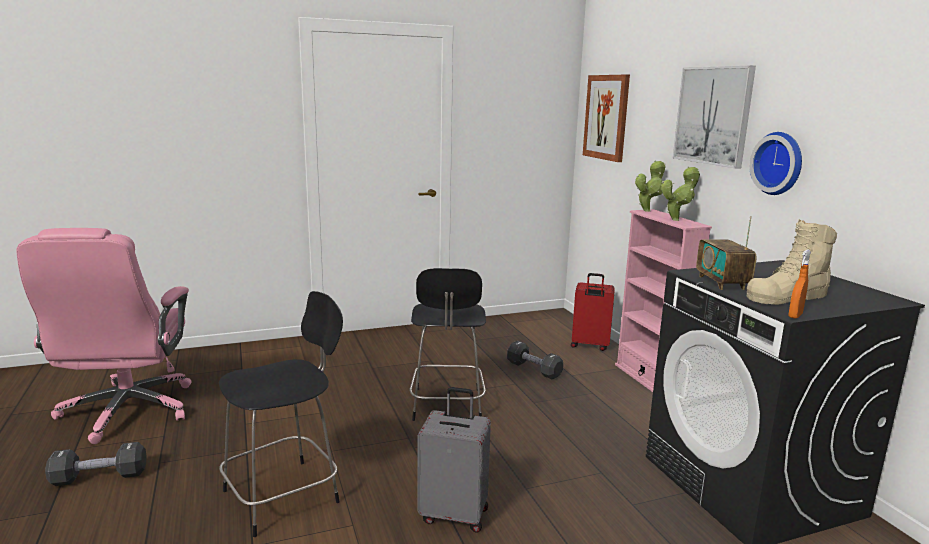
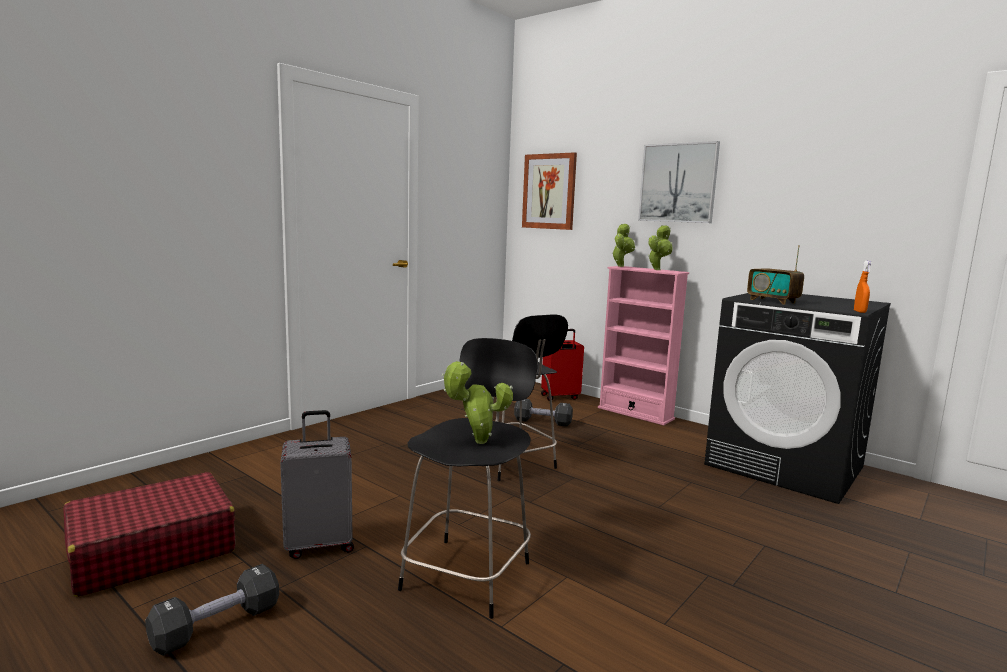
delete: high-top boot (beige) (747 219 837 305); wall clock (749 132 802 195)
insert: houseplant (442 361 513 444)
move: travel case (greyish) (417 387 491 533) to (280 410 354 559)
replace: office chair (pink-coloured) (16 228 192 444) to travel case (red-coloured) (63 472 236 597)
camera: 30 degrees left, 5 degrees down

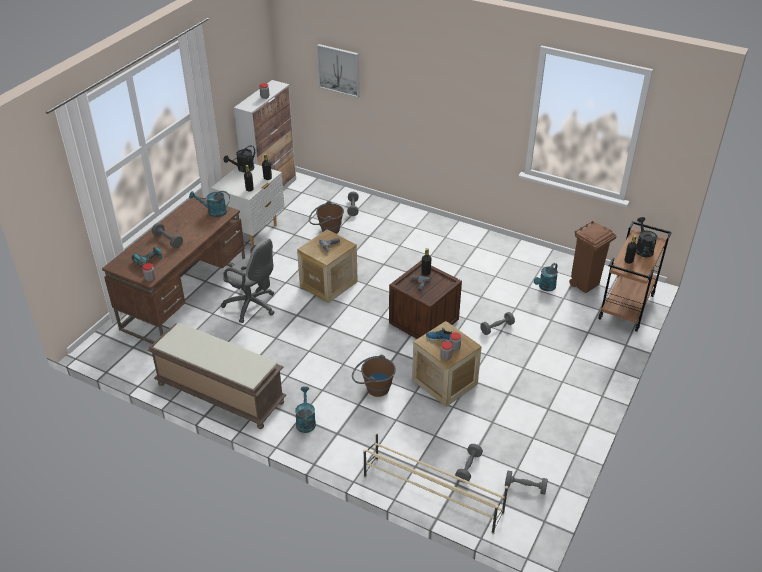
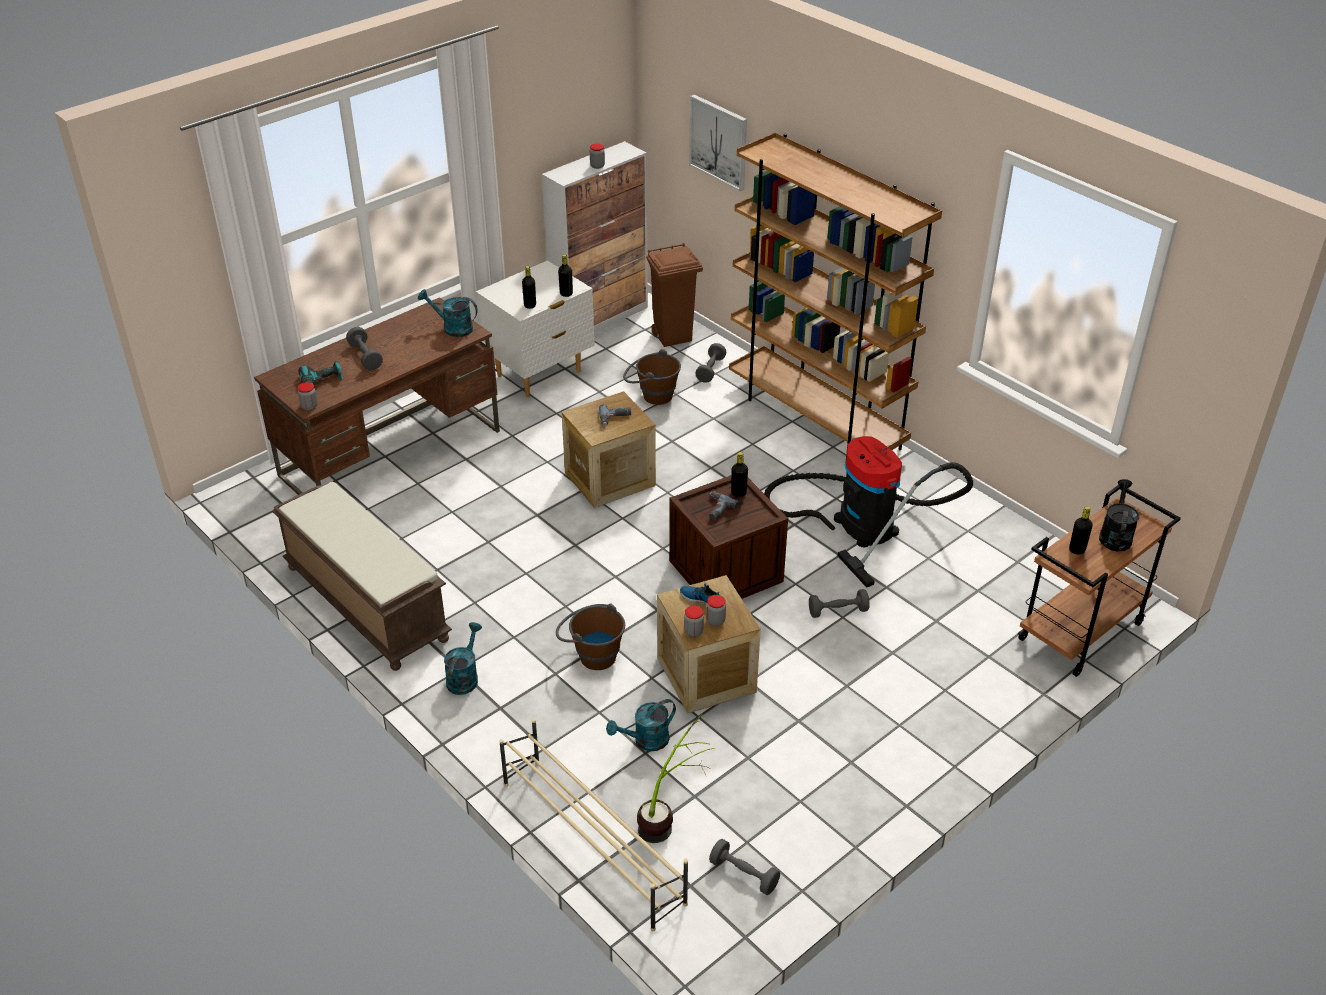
delete: office chair (greyish) (221 238 275 323); watering can (black) (224 145 255 172)
insert: shelving unit (brown-coloured) (729 133 942 456); hoover (764 436 973 588)
move: watering can (turquoise-coloured) (534 263 558 291) to (606 699 676 751); waste bin (brown-coloured) (569 220 616 293) to (646 243 703 347)
replace: dumbbell (greyish) (455 444 483 483) to houseplant (637 713 715 843)
camera: 20 degrees right, 0 degrees up

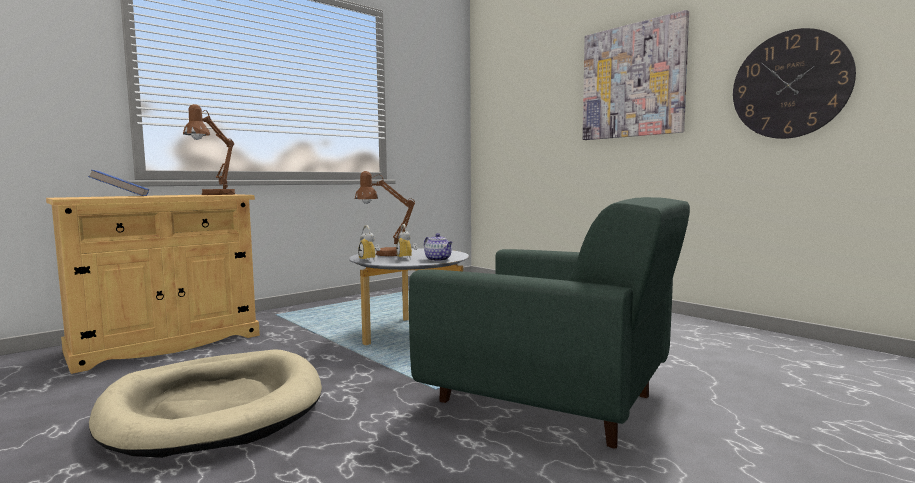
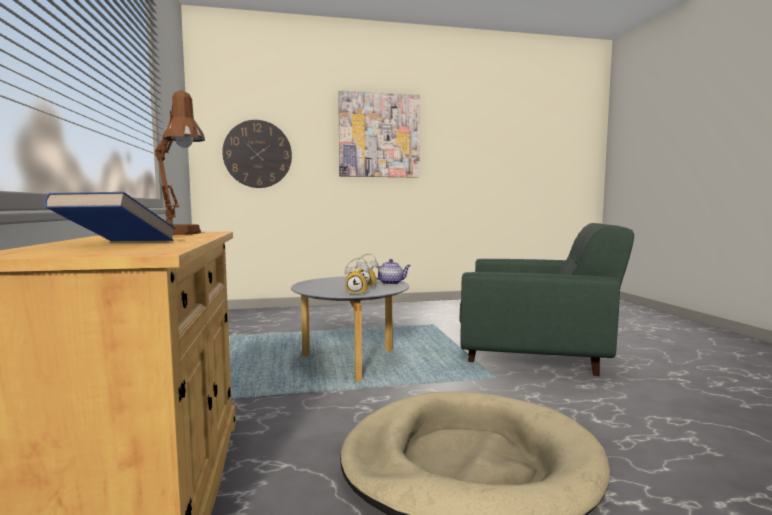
delete: lamp for a table (brown-coloured) (355 171 415 256)
move: wall clock (733 28 856 139) to (222 120 292 188)
rotate: lounge chair (green) (409 197 690 448) = (460 223 634 376) 45 degrees clockwise
camera: 60 degrees left, 0 degrees up

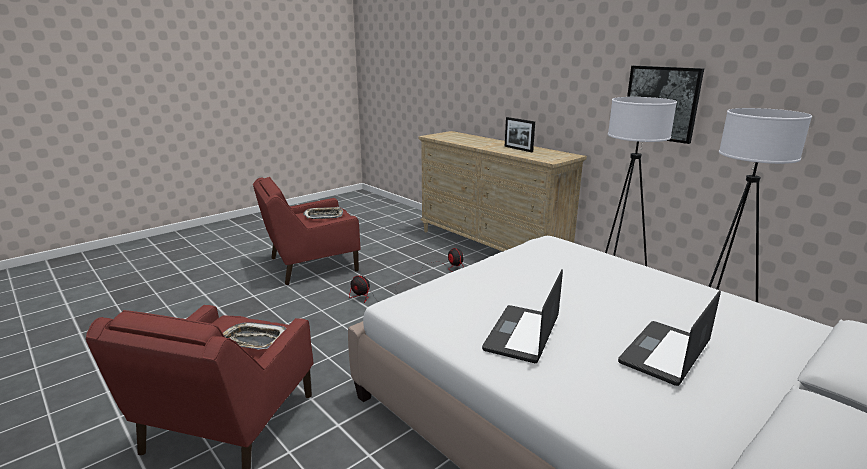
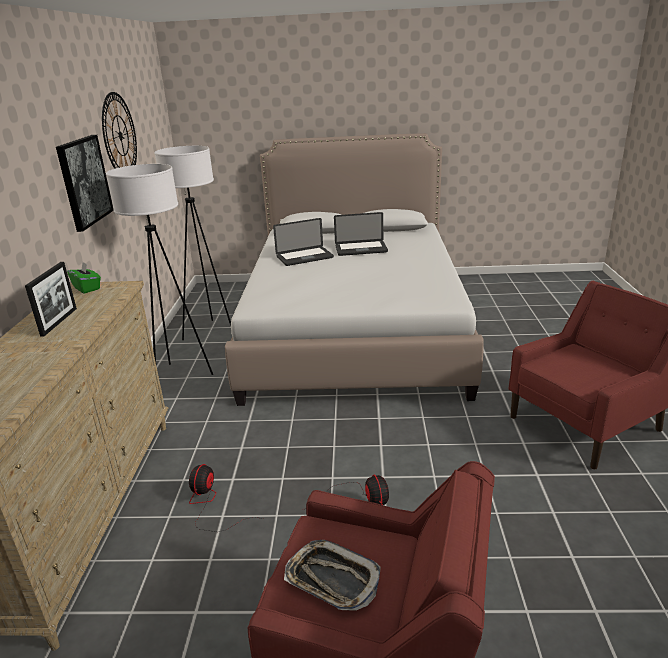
delete: serving tray (223 322 286 350)
insert: tissue holder (green) (67 262 101 294); wall clock (102 92 137 169)
move: notebook computer (482 269 563 363) to (273 218 334 266)
camera: 135 degrees left, 5 degrees up

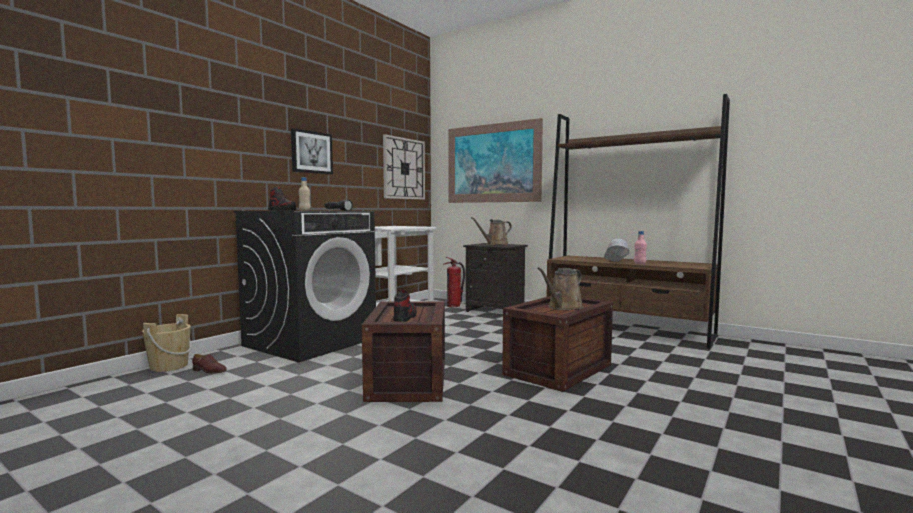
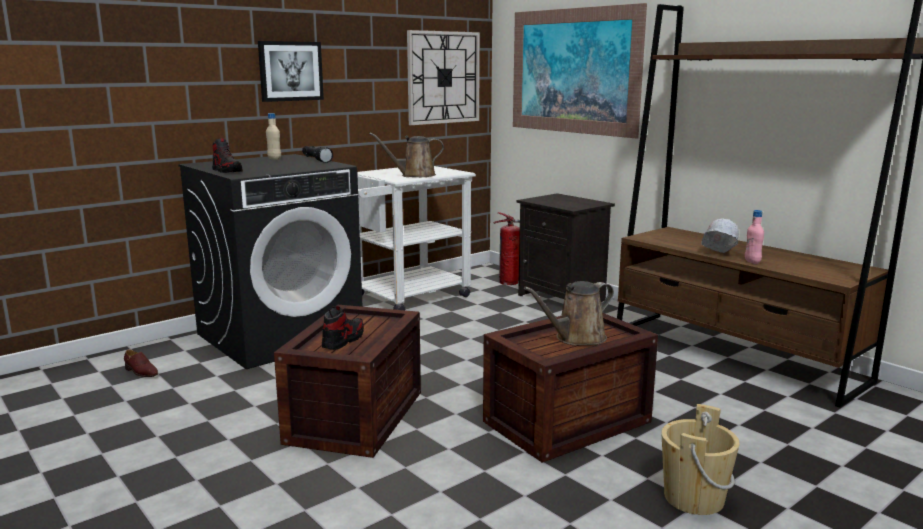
move: watering can (brown-coloured) (471 217 512 245) to (369 133 444 177); pail (beige) (142 314 191 372) to (661 404 740 515)
camera: 15 degrees right, 10 degrees up

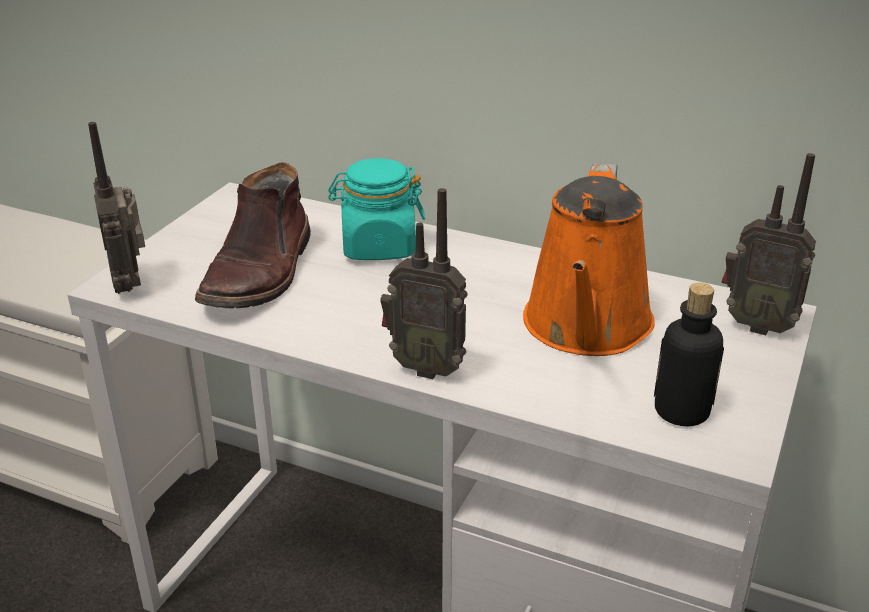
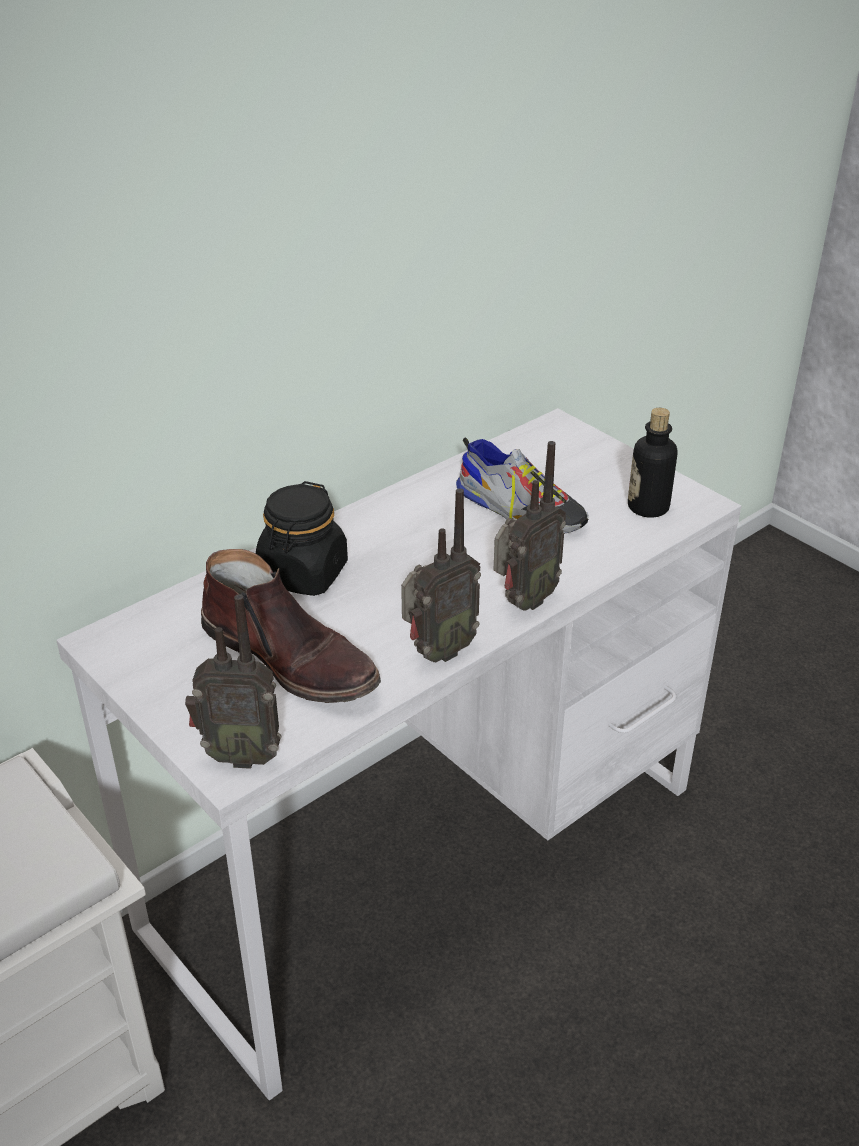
move: radio receiver (722 153 816 335) to (401 488 481 662)
replace: watering can (orange) (523 164 655 356) to shoe (456 437 589 534)
recolor: preserve jar (turquoise-coloured) (328 158 425 260) to preserve jar (black) (256 481 348 596)
camera: 65 degrees left, 5 degrees up

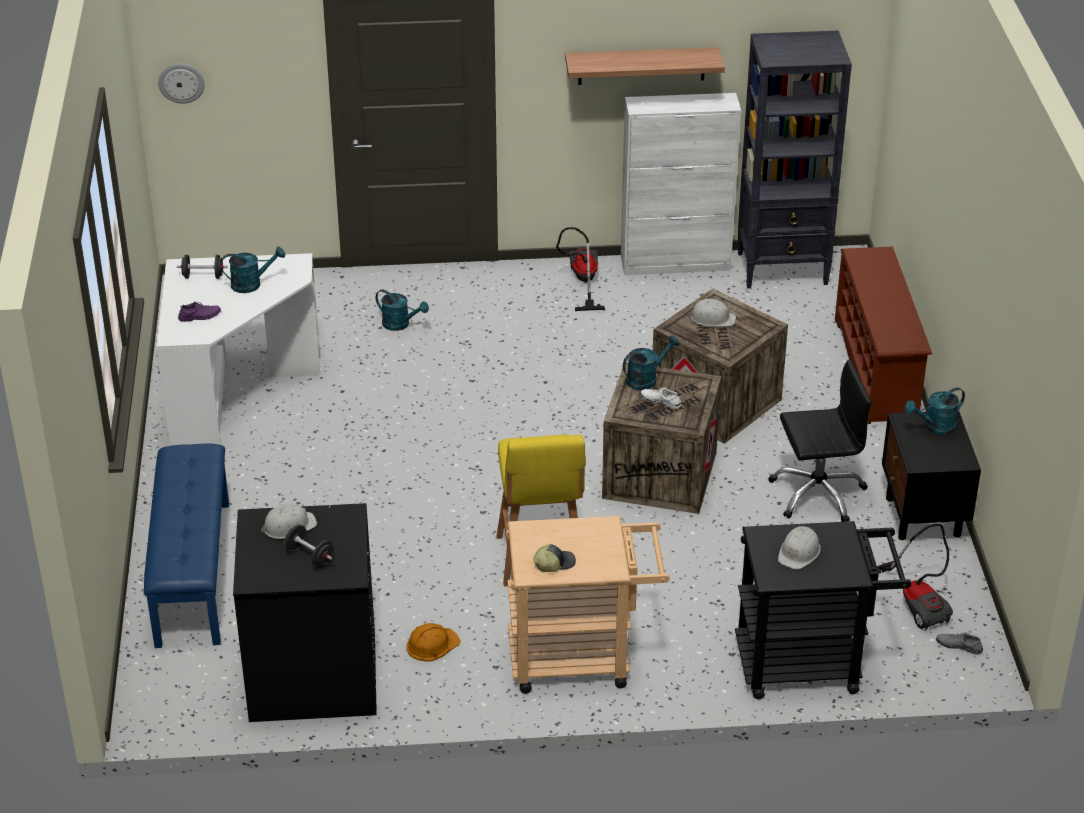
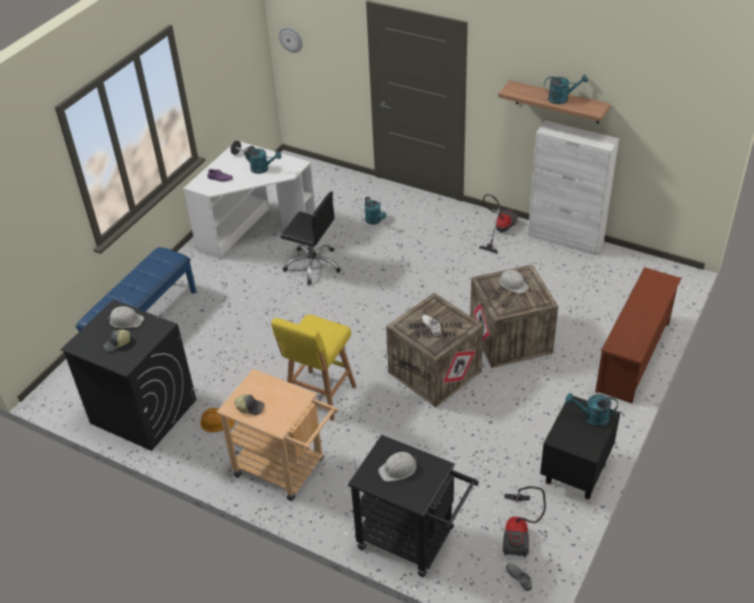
delete: shelving unit (black) (737 30 852 288)
move: office chair (black) (768 360 872 522) to (281 191 341 285); watering can (turquoise-coloured) (623 335 679 390) to (544 74 588 104)
replace: dumbbell (black) (284 525 334 568) to baseball cap (103 329 130 352)
camera: 35 degrees right, 5 degrees up

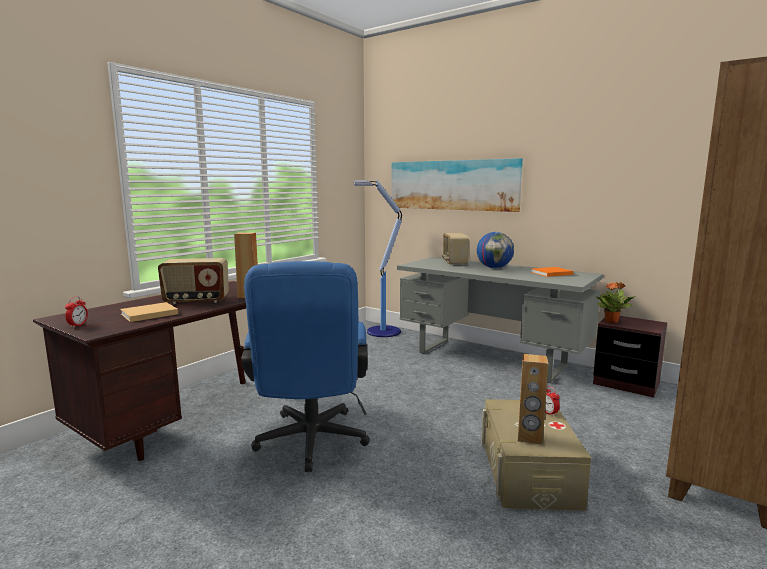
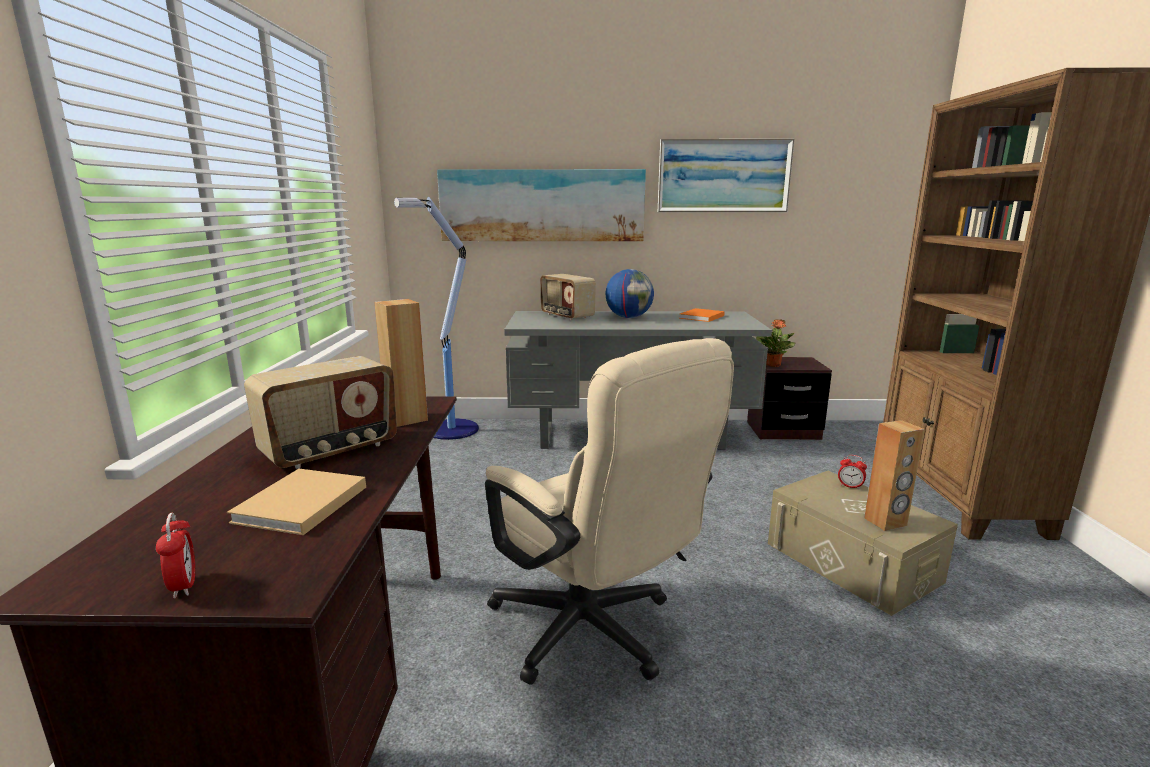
insert: wall picture (658 139 794 212)
recolor: office chair (blue-coloured) (241 261 370 472) to office chair (beige) (485 338 734 685)
camera: 35 degrees left, 5 degrees up

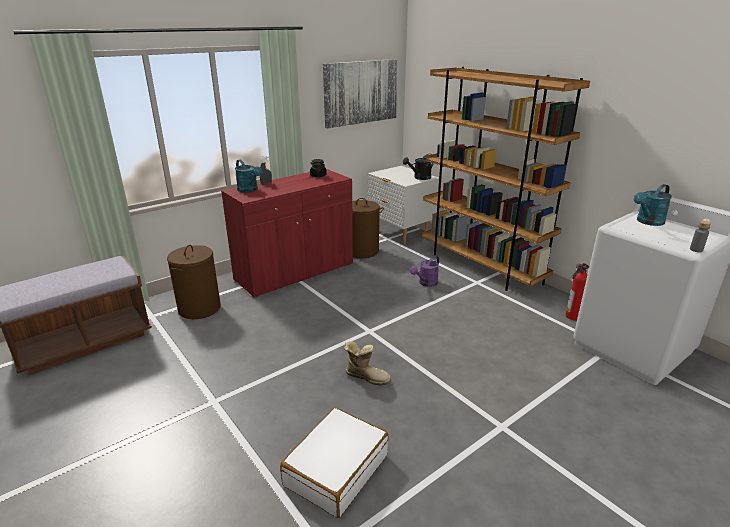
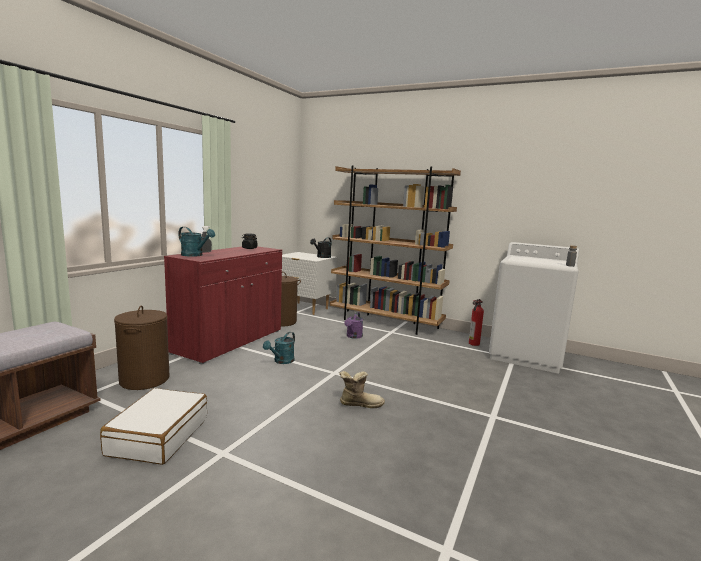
delete: wall picture (323 59 398 128)
move: travel case (white) (280 408 388 518) to (100 388 207 465); watering can (turquoise-coloured) (634 184 672 226) to (263 332 295 364)
camera: 25 degrees left, 15 degrees down

